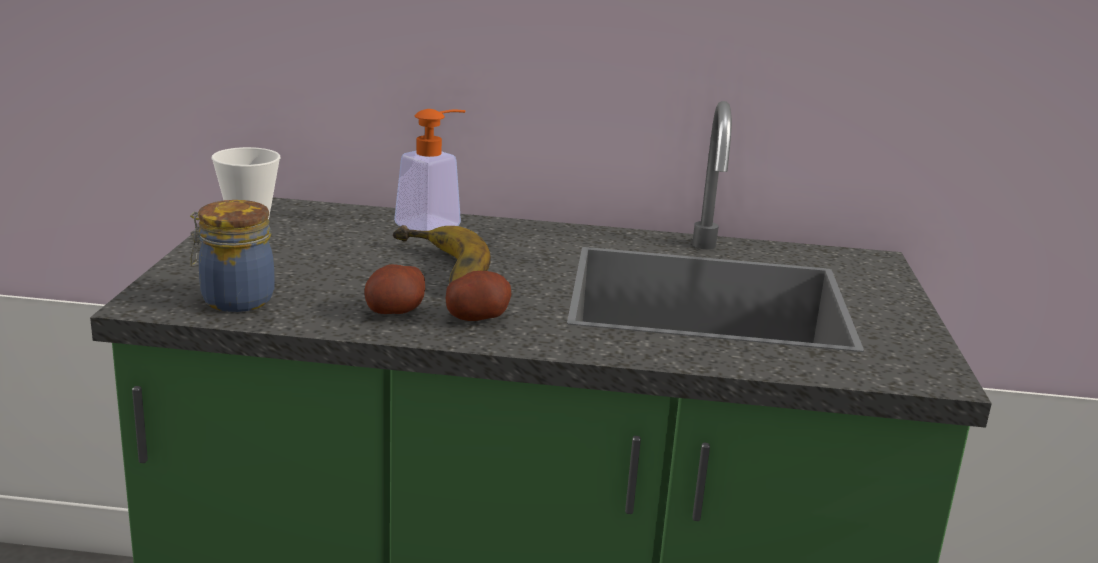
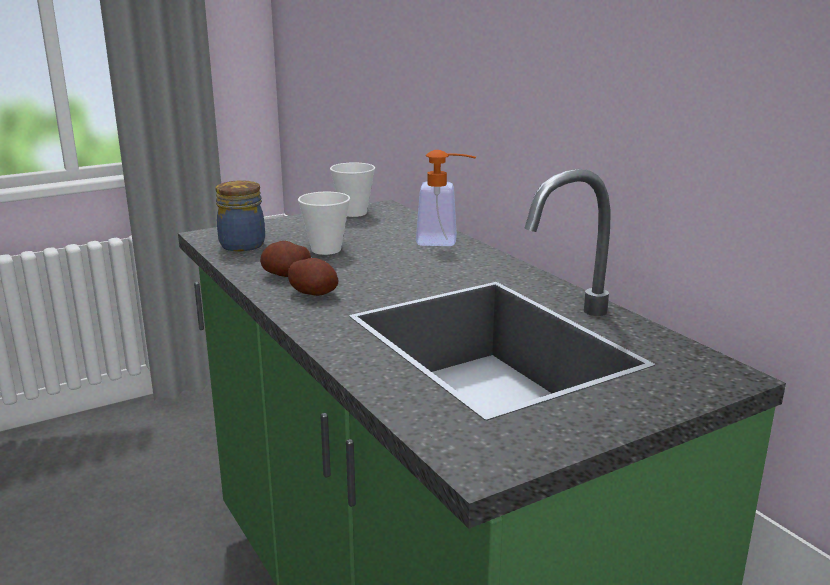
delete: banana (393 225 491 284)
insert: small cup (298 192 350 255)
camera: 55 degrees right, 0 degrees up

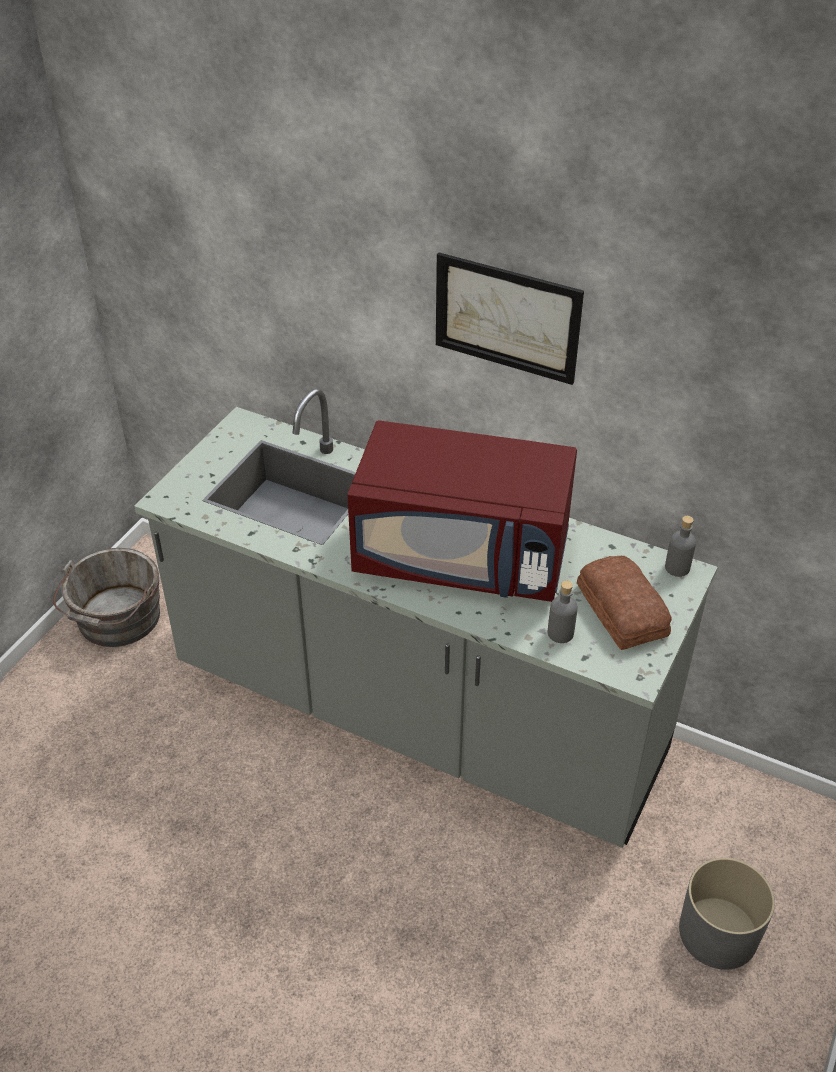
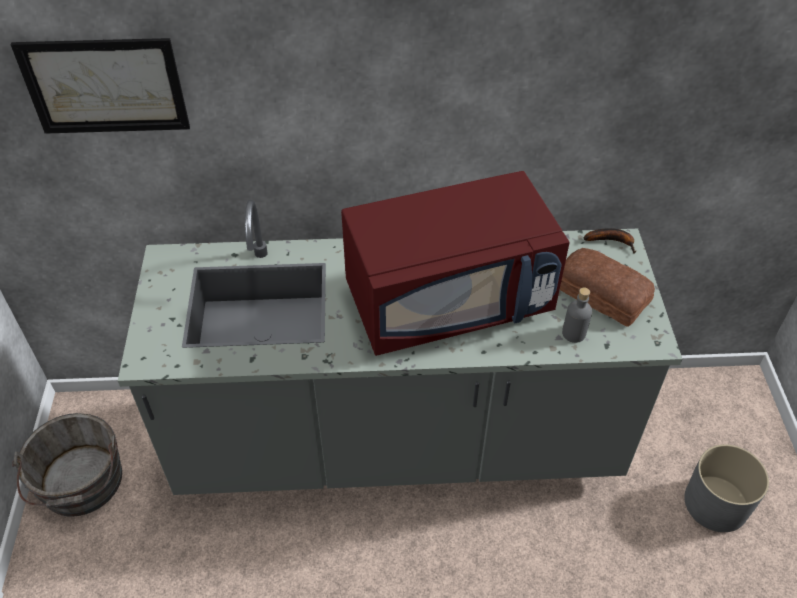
move: wall picture (436 252 584 385) to (11 38 190 134)
replace: beverage bottle (greyish) (665 516 696 577) to banana (584 228 636 254)
camera: 30 degrees left, 5 degrees up

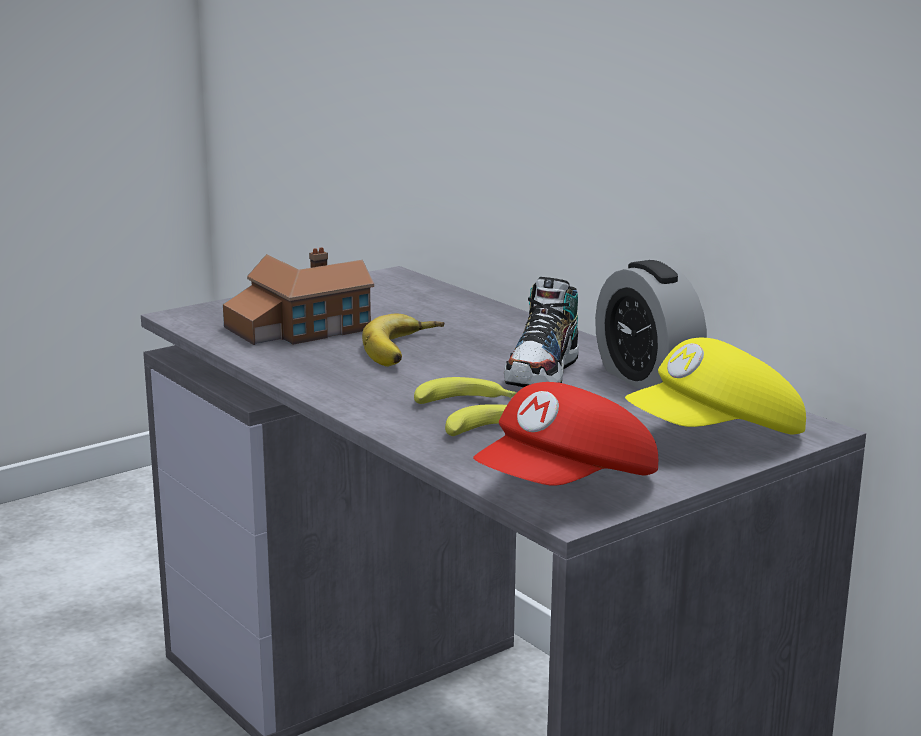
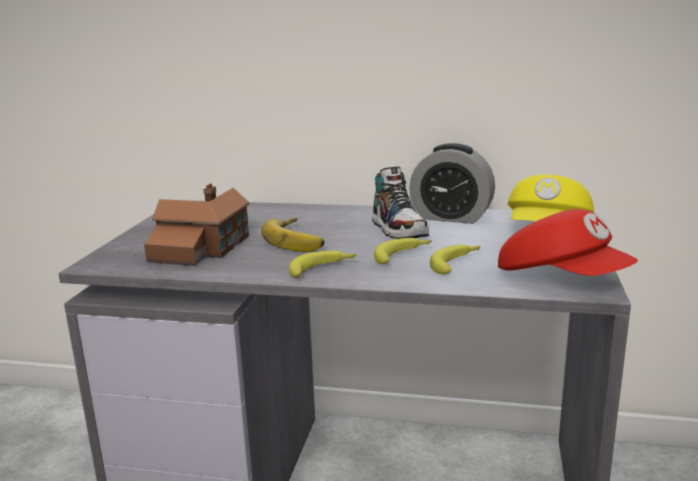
insert: banana (289 250 357 278)
rotate: baseball cap (red-coloured) (473 382 658 486) = (498 209 638 276) 45 degrees counterclockwise
camera: 40 degrees left, 0 degrees up

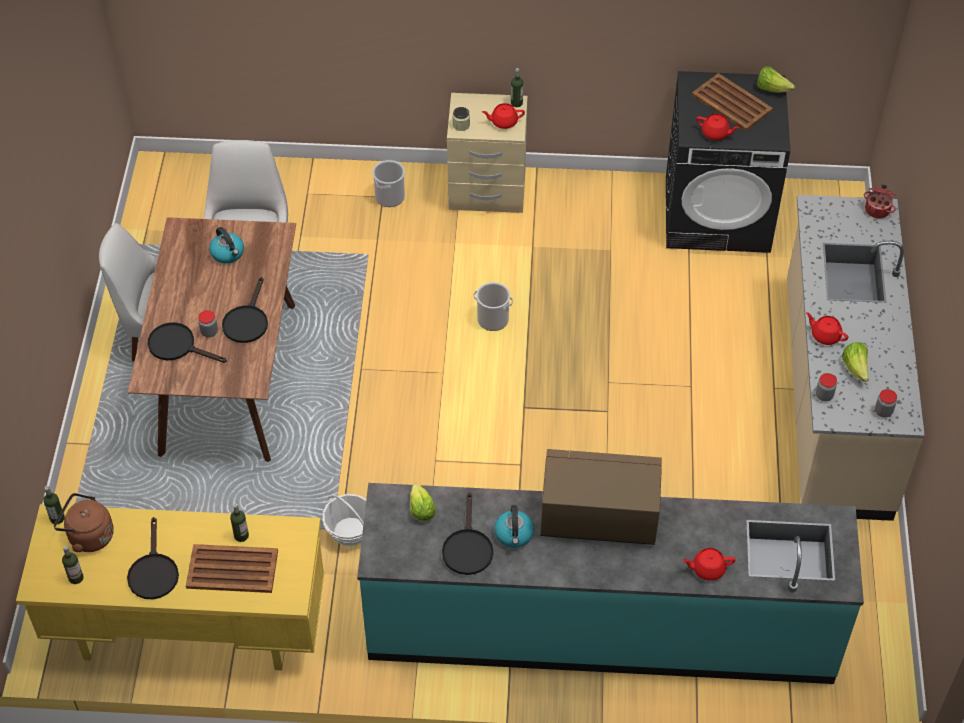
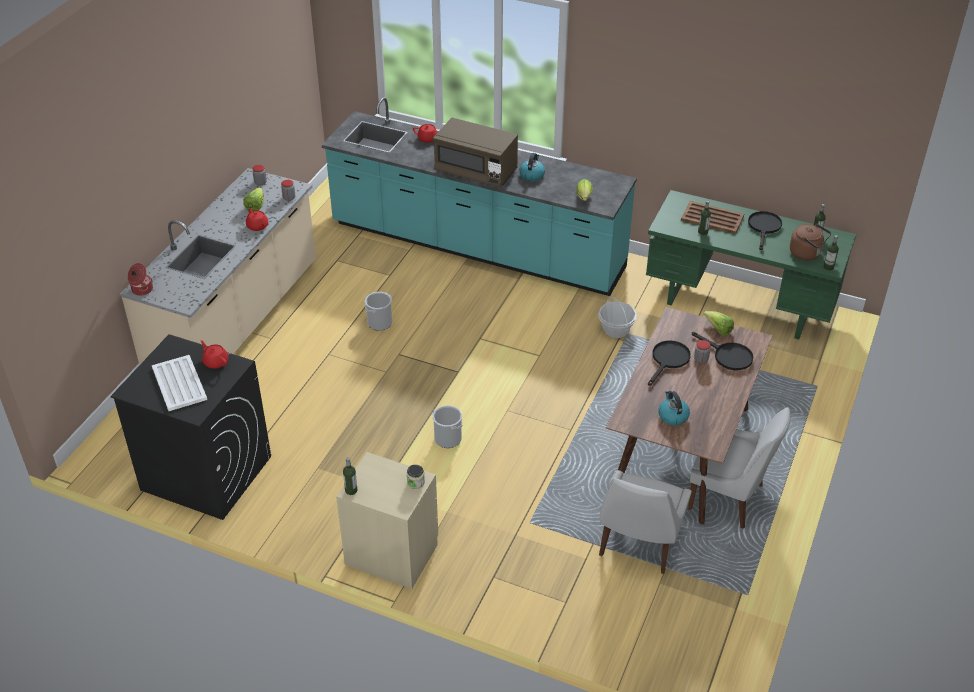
delete: skillet (black) (442 492 493 575); teapot (red-coloured) (482 103 525 129)
move: pail (372 160 405 207) to (365 292 392 331); lettuce head (757 66 796 93) to (703 311 734 336)
recolor: serving tray (brown-coloured) (691 73 773 131) to serving tray (white) (152 355 207 411); desk unit (yellow) (16 504 324 670) to desk unit (green) (646 190 856 339)
camera: 160 degrees left, 10 degrees down

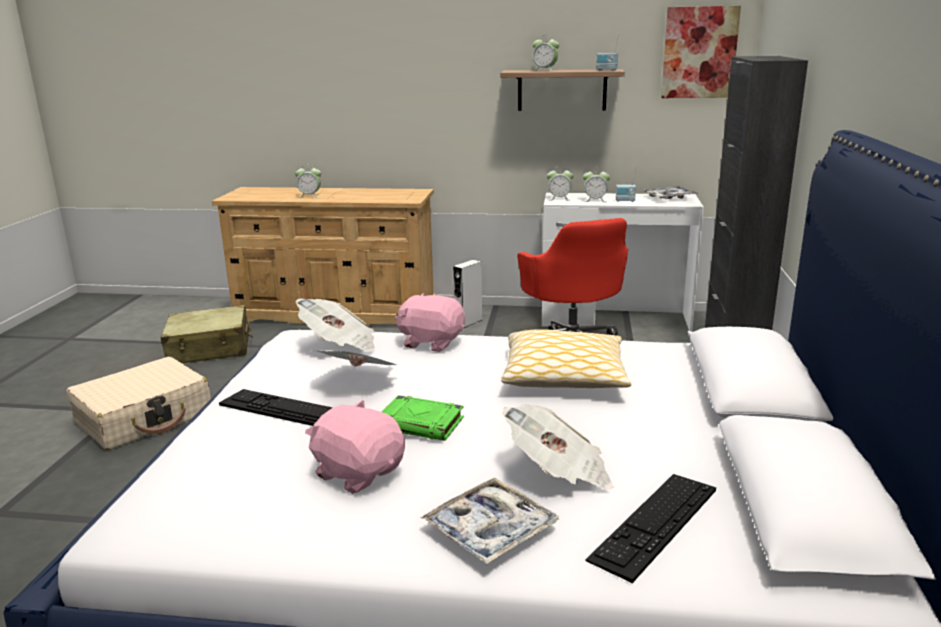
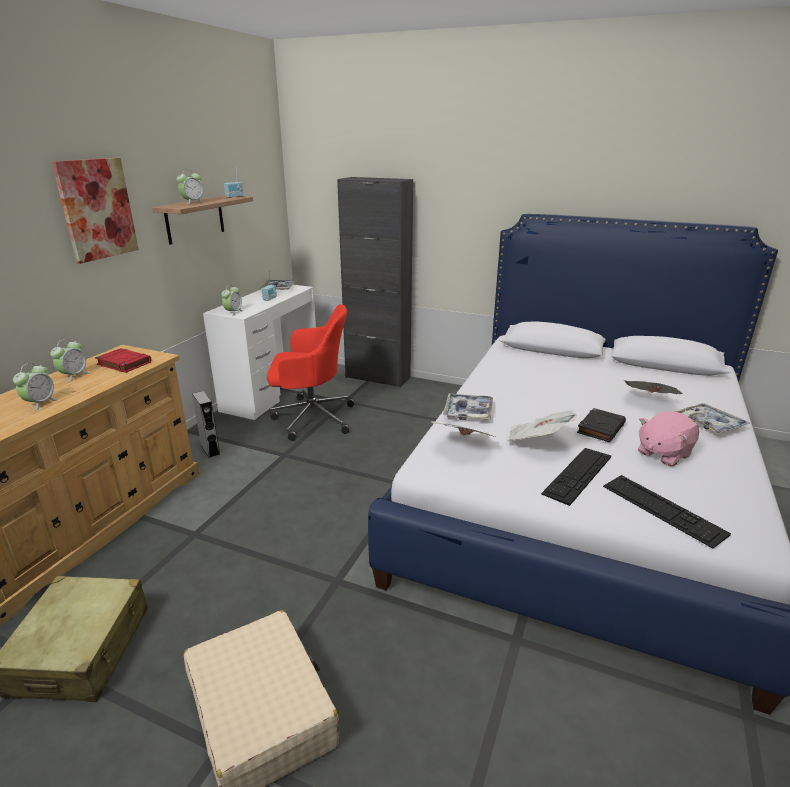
delete: pillow (501 329 631 388)
insert: bound book (red-coloured) (95 348 152 373)
move: bedside clock (583 167 610 202) to (50 339 90 382); wall picture (661 6 741 98) to (52 158 139 264); keyboard (585 474 716 583) to (603 475 731 549)
replace: cuddly toy (pink-coloured) (395 293 465 352) to serving tray (443 393 493 420)
recolor: bound book (green) (382 395 464 441) to bound book (black) (577 408 626 442)
camera: 75 degrees left, 5 degrees up

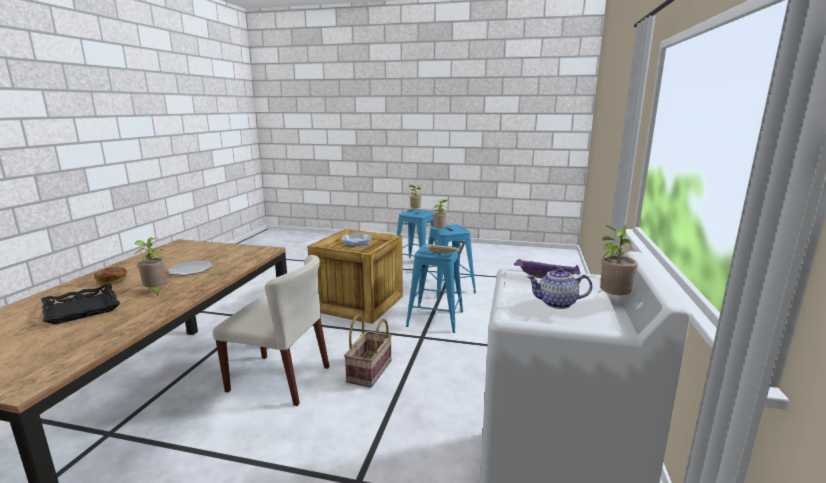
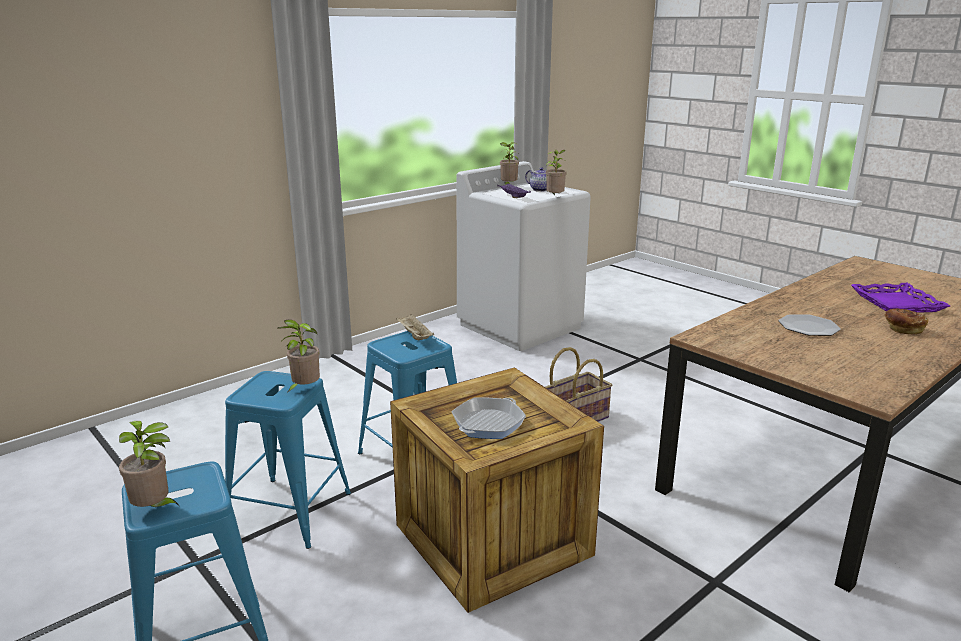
delete: upright chair (beige) (213 255 330 406)
move: houseplant (135 237 166 296) to (546 149 567 195)
recolor: serving tray (black) (41 284 120 325) to serving tray (purple-coloured) (851 283 950 313)
camera: 145 degrees left, 5 degrees up

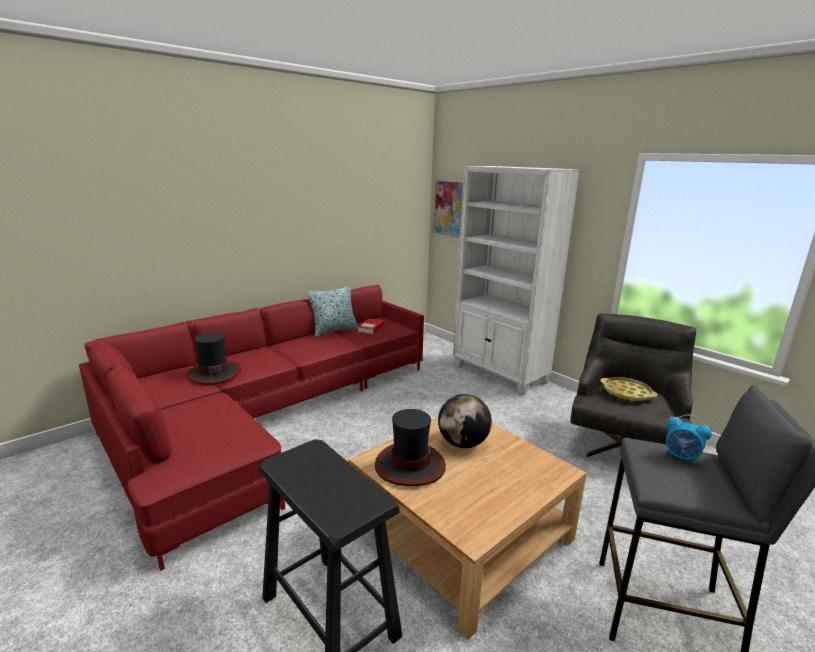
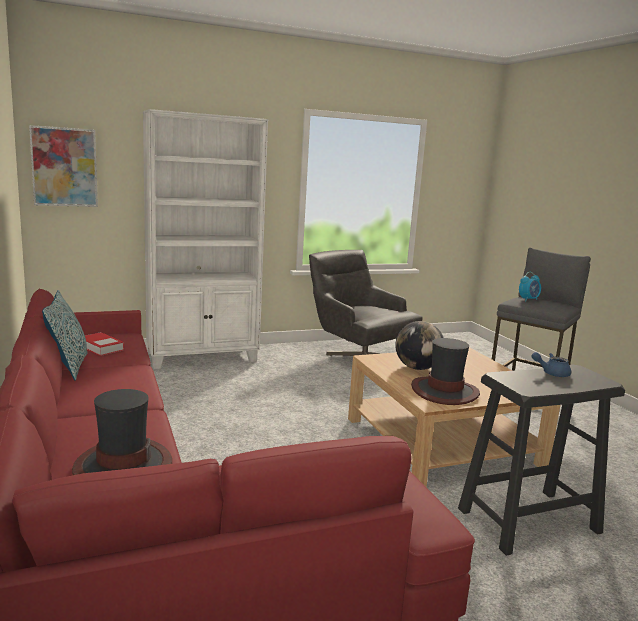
delete: serving tray (yellow) (600 377 657 402)
insert: teapot (blue-coloured) (532 352 571 377)
camera: 70 degrees left, 5 degrees down

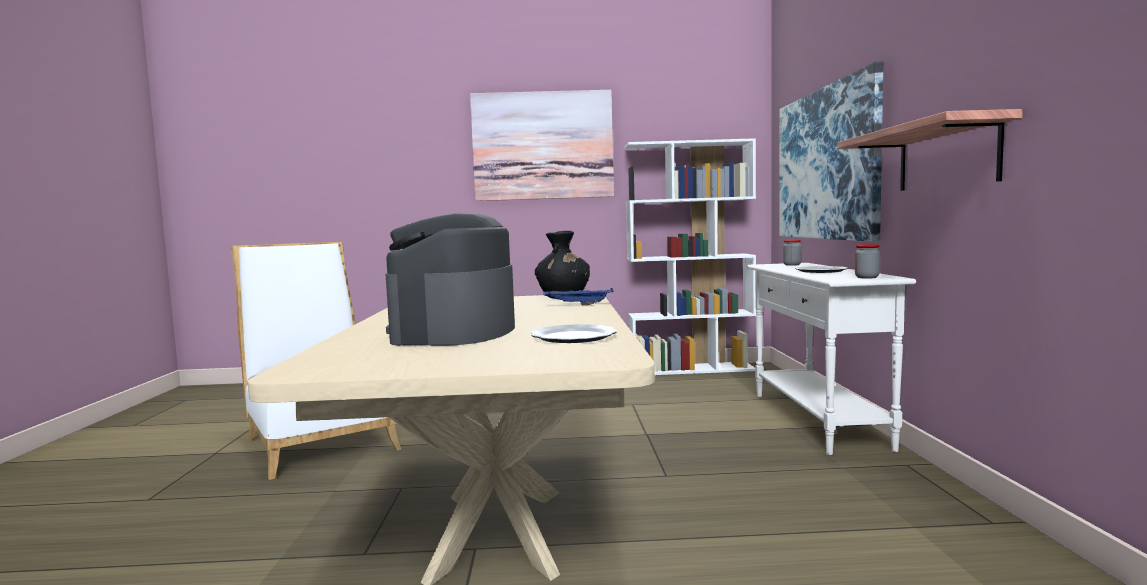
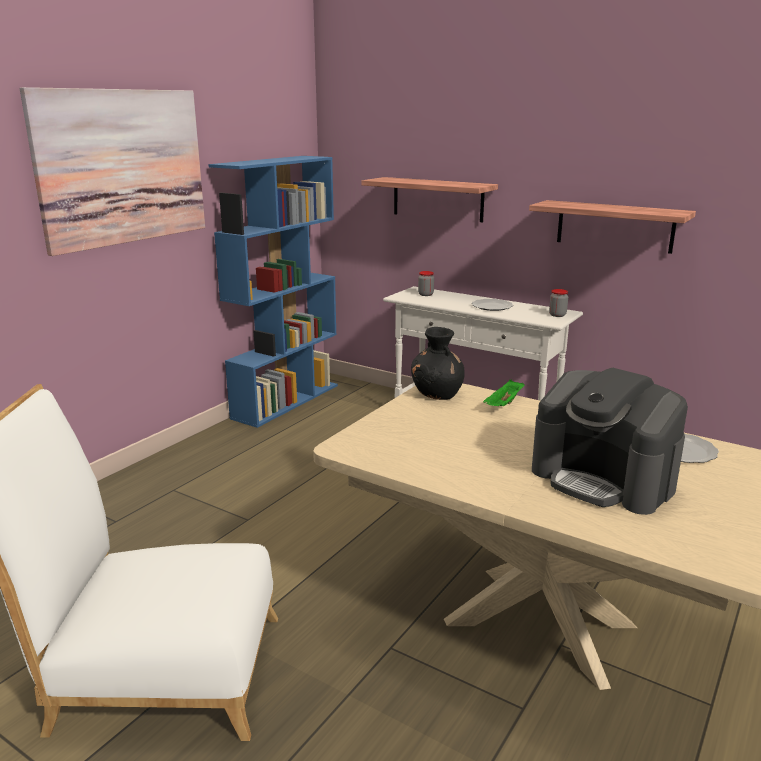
replace: wall picture (779 61 883 241) to shelf (361 177 498 223)
recolor: shelving unit (white) (624 138 756 375) to shelving unit (blue-coloured) (208 156 338 428); serving tray (blue-coloured) (543 288 614 305) to serving tray (green) (483 379 525 406)
camera: 55 degrees left, 15 degrees up

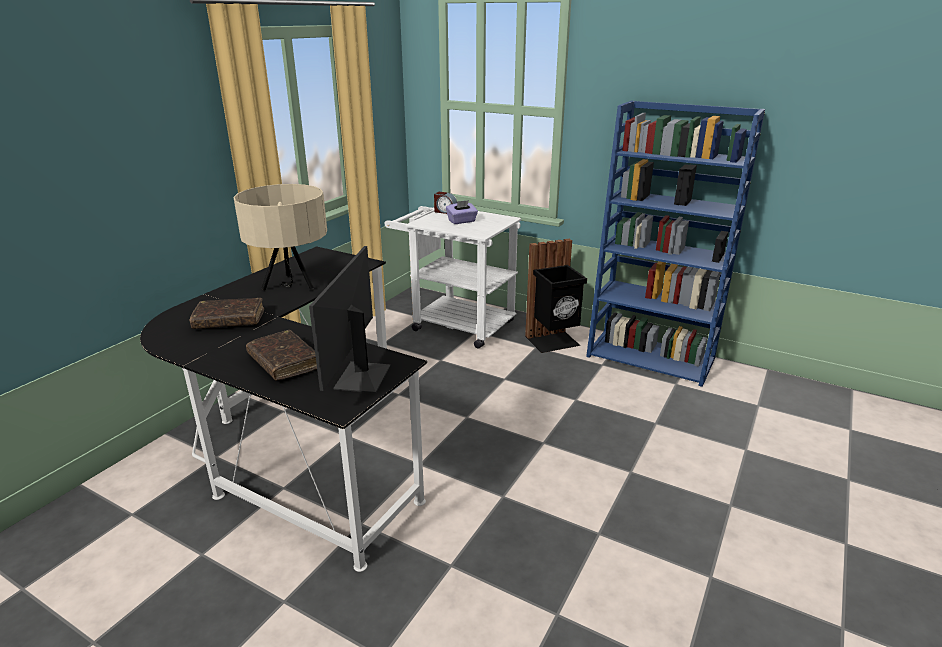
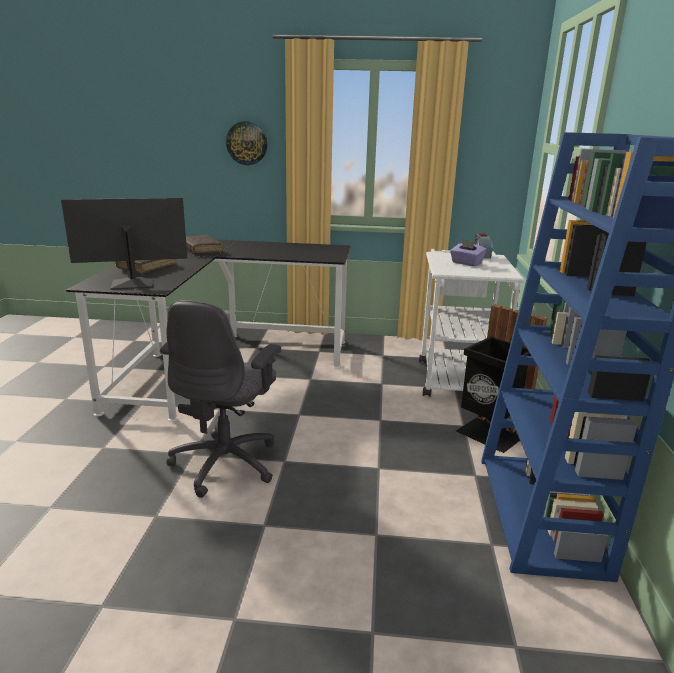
delete: lamp for a table (beige) (233 184 327 290)
insert: office chair (greyish) (160 300 281 498); wall clock (226 121 267 165)
camera: 65 degrees right, 5 degrees down

